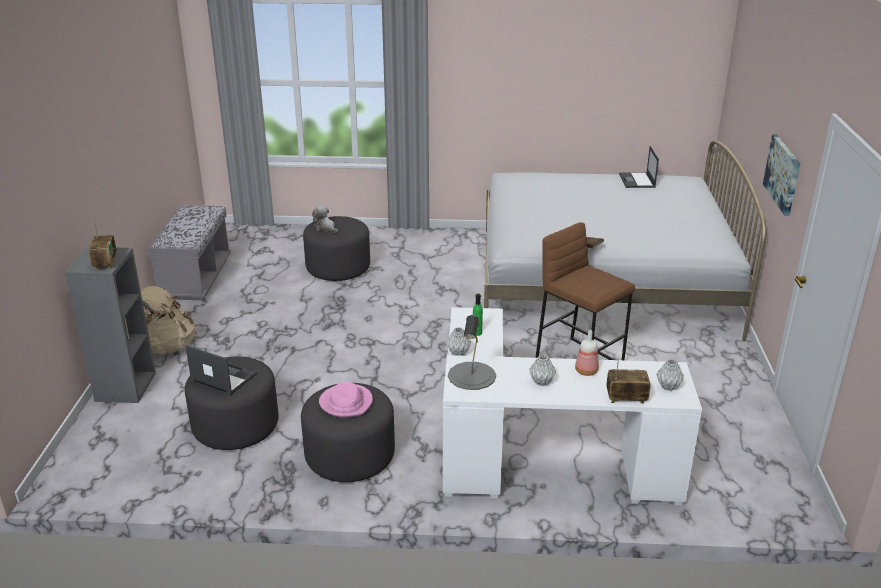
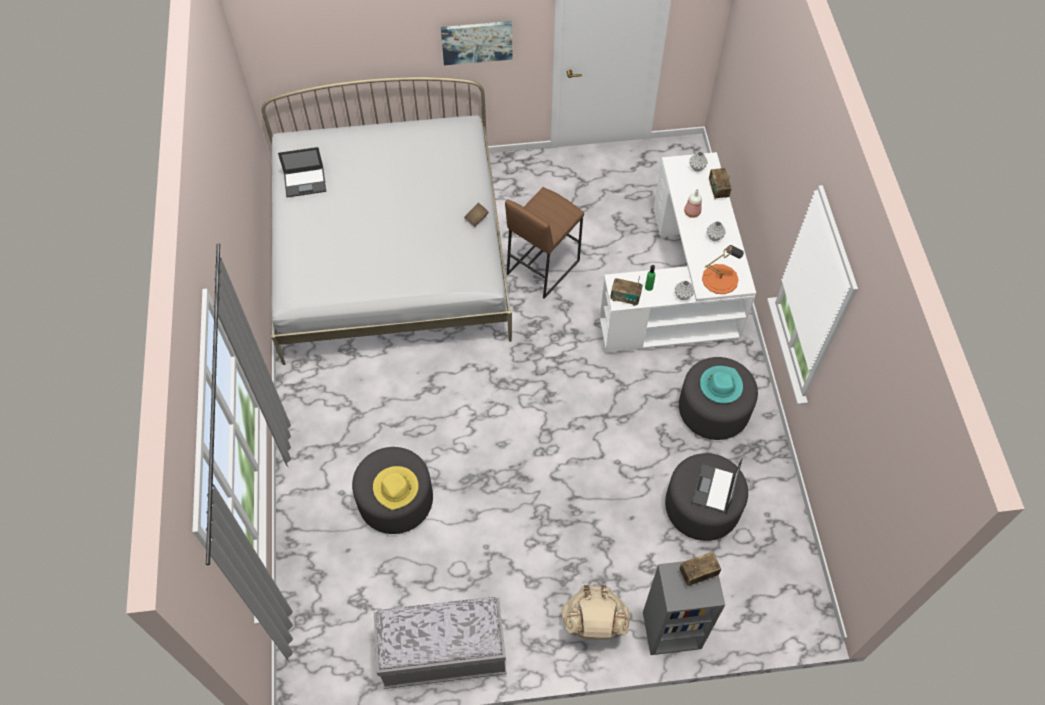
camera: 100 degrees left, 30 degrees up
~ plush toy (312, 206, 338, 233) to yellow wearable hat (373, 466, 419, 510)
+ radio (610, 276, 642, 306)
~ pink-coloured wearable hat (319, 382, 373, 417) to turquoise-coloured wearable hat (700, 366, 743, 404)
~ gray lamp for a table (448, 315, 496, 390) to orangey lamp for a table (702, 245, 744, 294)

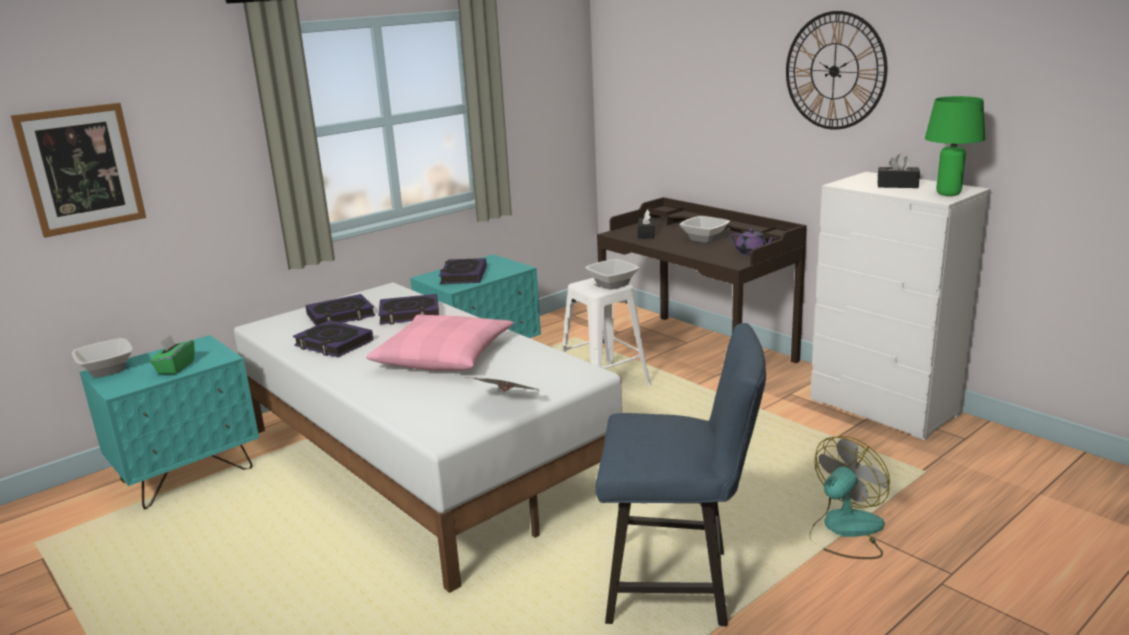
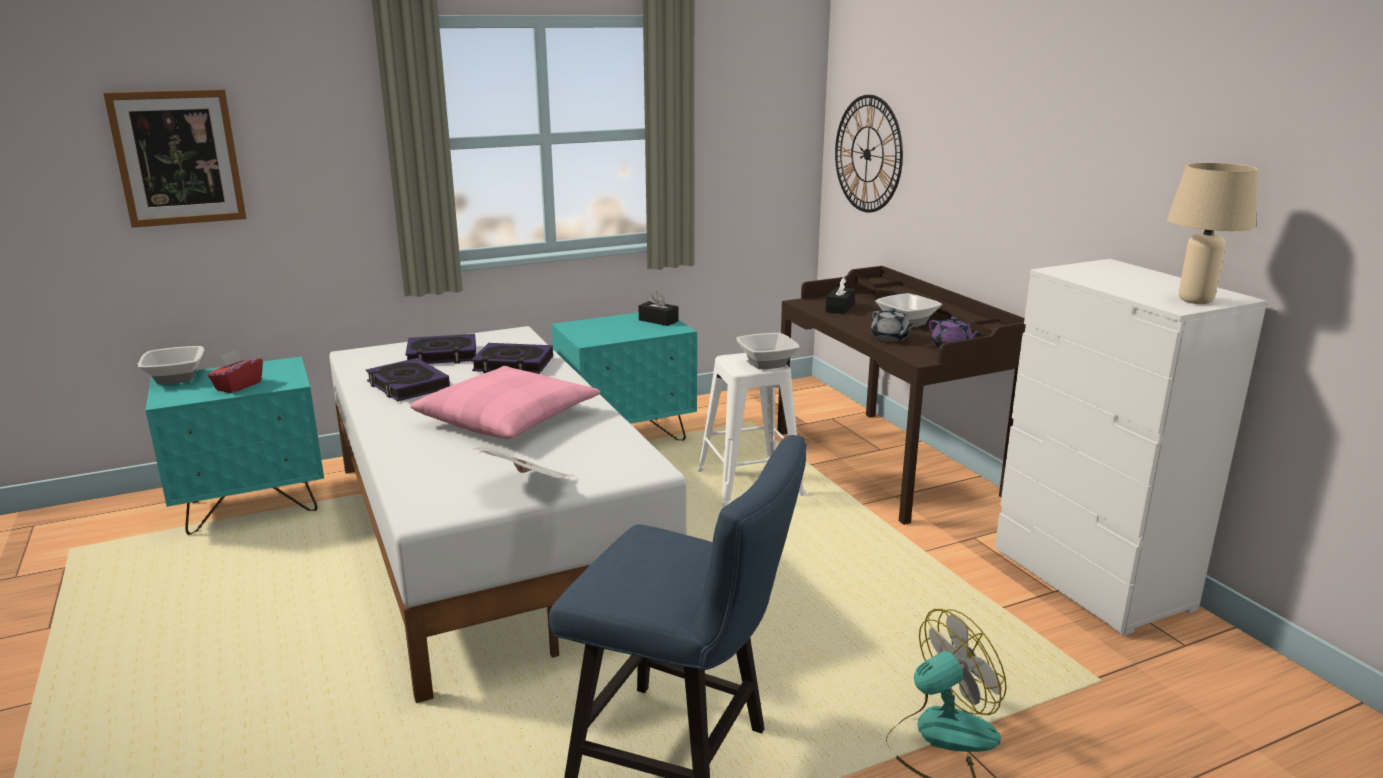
camera: 15 degrees right, 0 degrees up
~ greenish box of tissues (150, 335, 195, 374) to red-coloured box of tissues (208, 349, 263, 393)
~ black-coloured box of tissues (878, 153, 920, 188) to (639, 291, 679, 326)
~ hanging clock (786, 11, 888, 130) to (835, 95, 903, 213)
+ gray tea pot (871, 308, 914, 342)
~ greenish lamp for a table (925, 96, 985, 196) to sand-coloured lamp for a table (1167, 162, 1258, 304)
- book (439, 258, 487, 284)

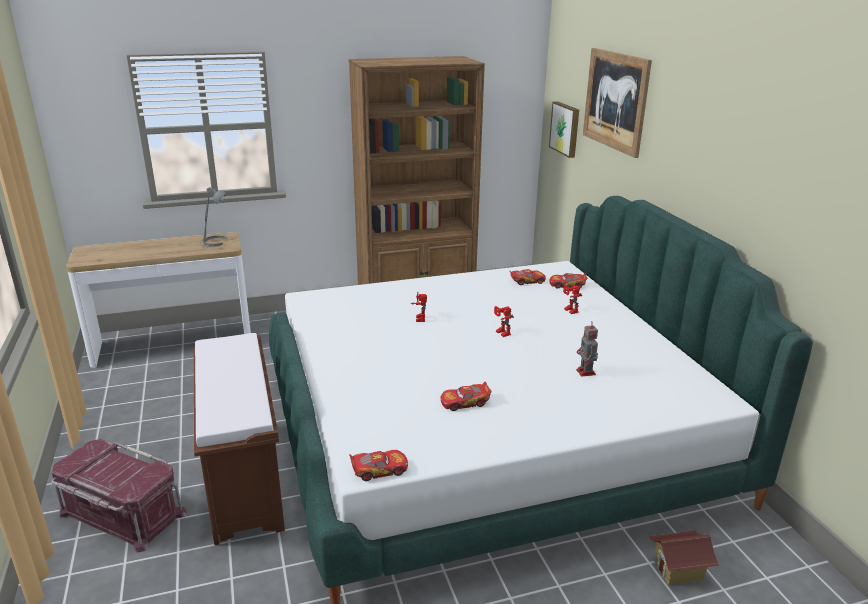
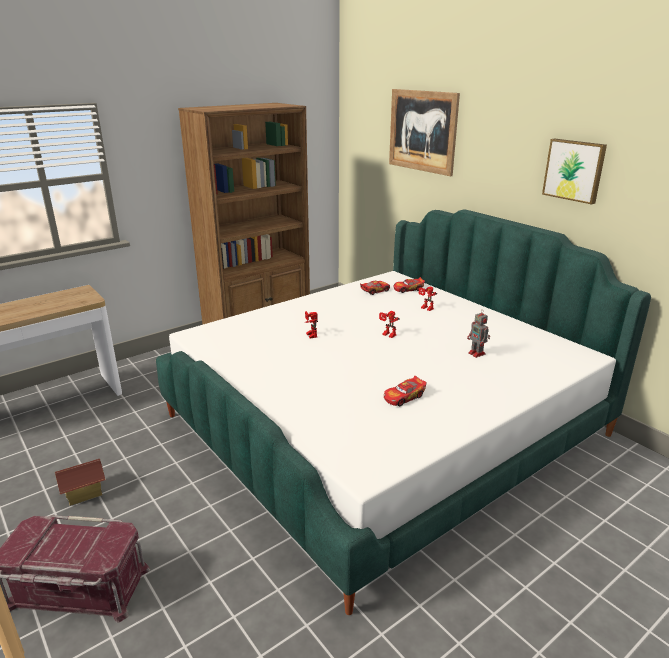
camera: 20 degrees left, 0 degrees up
~ model house (649, 531, 719, 585) to (55, 459, 106, 506)
~ wall art (549, 101, 579, 158) to (542, 139, 607, 204)
- brown bench (194, 333, 285, 545)
- gray lamp for a table (200, 187, 228, 247)
- model car (349, 450, 408, 481)

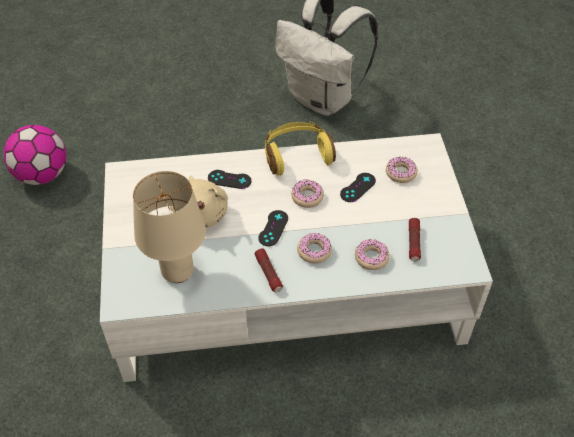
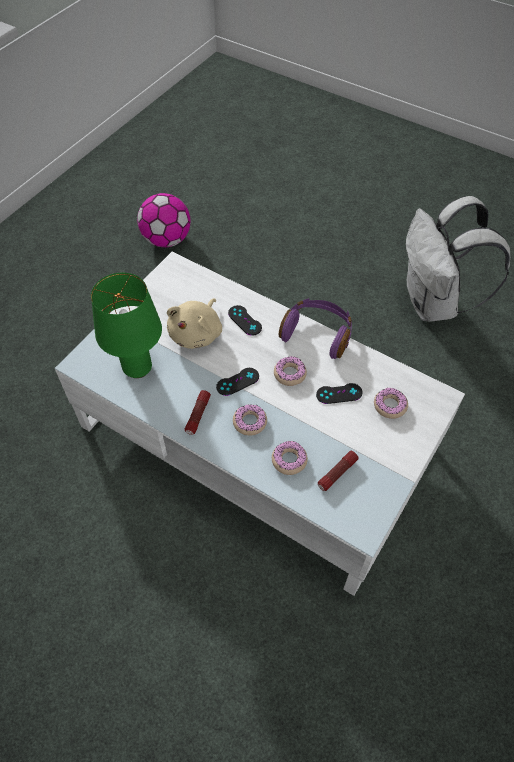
camera: 40 degrees right, 5 degrees up
~ sand-coloured lamp for a table (133, 171, 206, 283) to greenish lamp for a table (91, 273, 162, 378)
~ yellow headset (265, 122, 336, 175) to purple-coloured headset (279, 298, 352, 359)

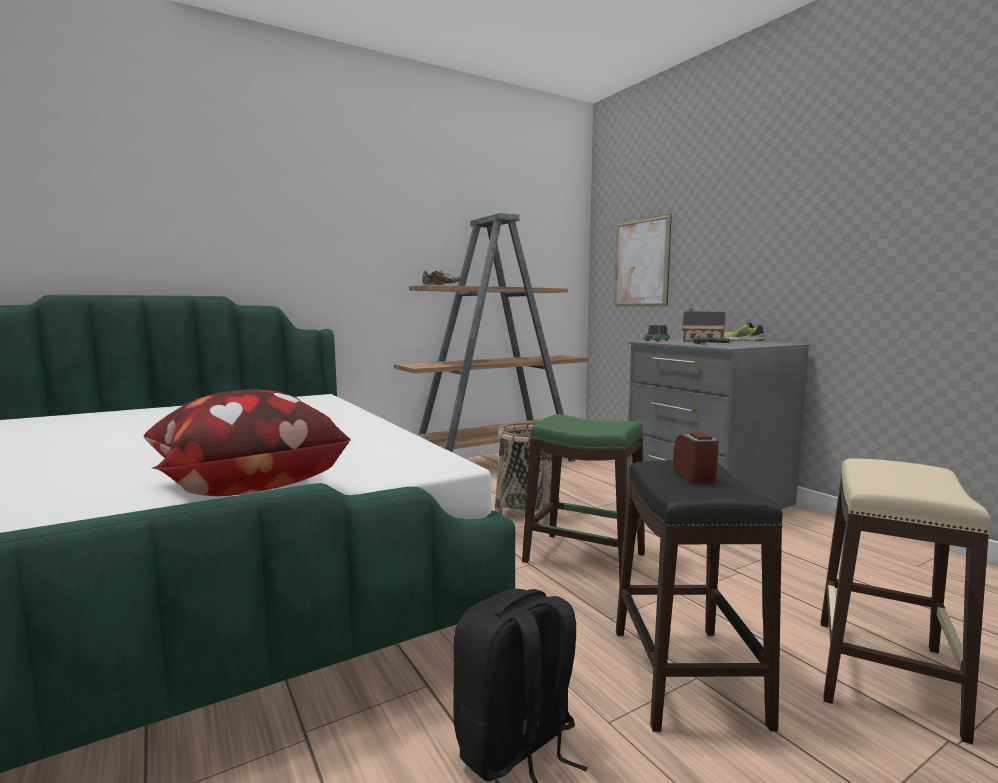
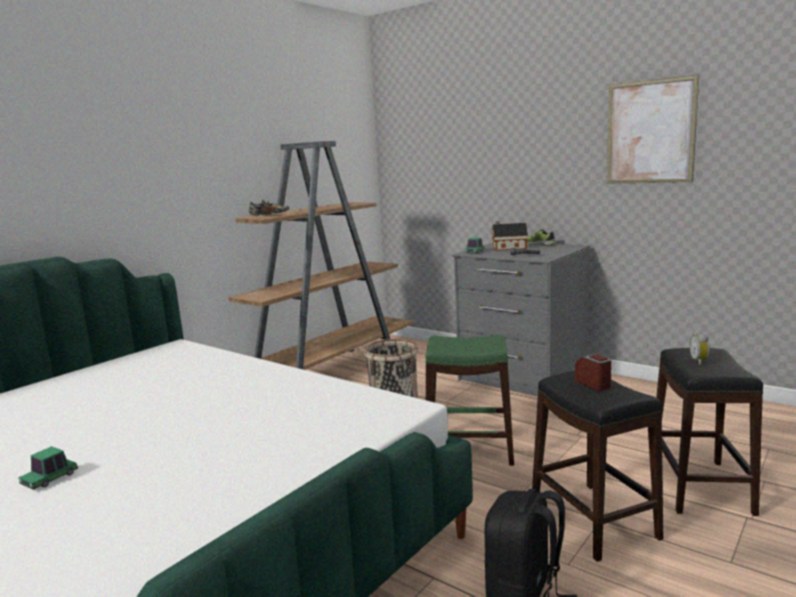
camera: 20 degrees left, 5 degrees up
+ model car (18, 446, 78, 490)
~ wall art (614, 214, 672, 307) to (607, 75, 699, 183)
~ sand-coloured stool seat (821, 458, 990, 744) to black-coloured stool seat (656, 348, 763, 516)
+ alarm clock (690, 329, 710, 365)
- pillow (143, 390, 351, 496)

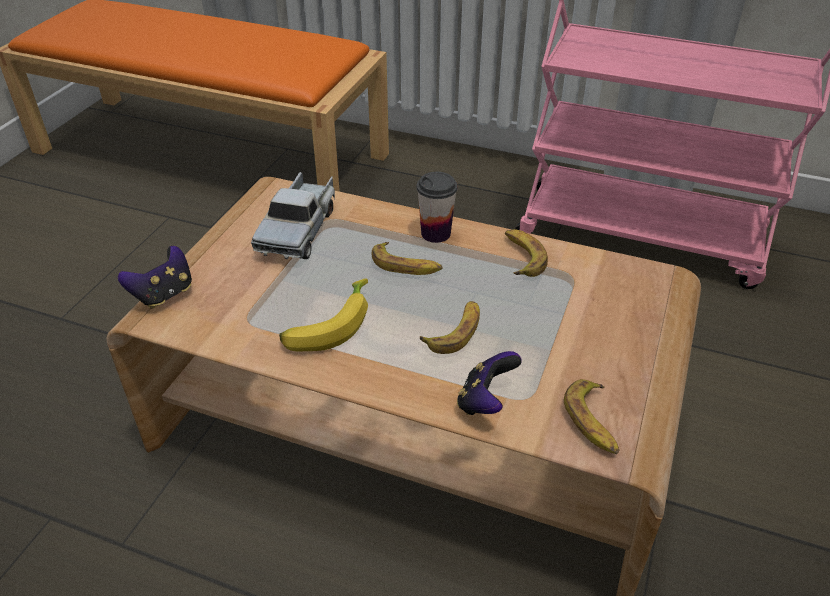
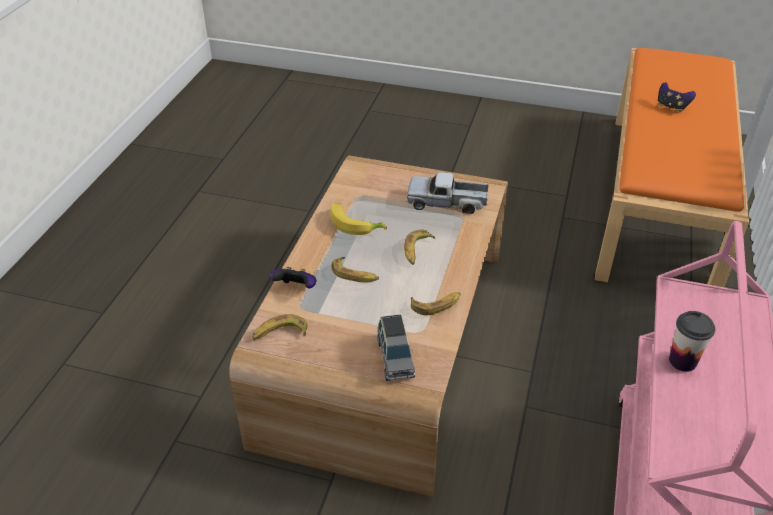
camera: 85 degrees right, 0 degrees up
+ gray model car (377, 314, 415, 381)
~ joypad (118, 246, 192, 309) to (658, 82, 696, 113)
~ cup (416, 172, 458, 243) to (669, 311, 715, 372)

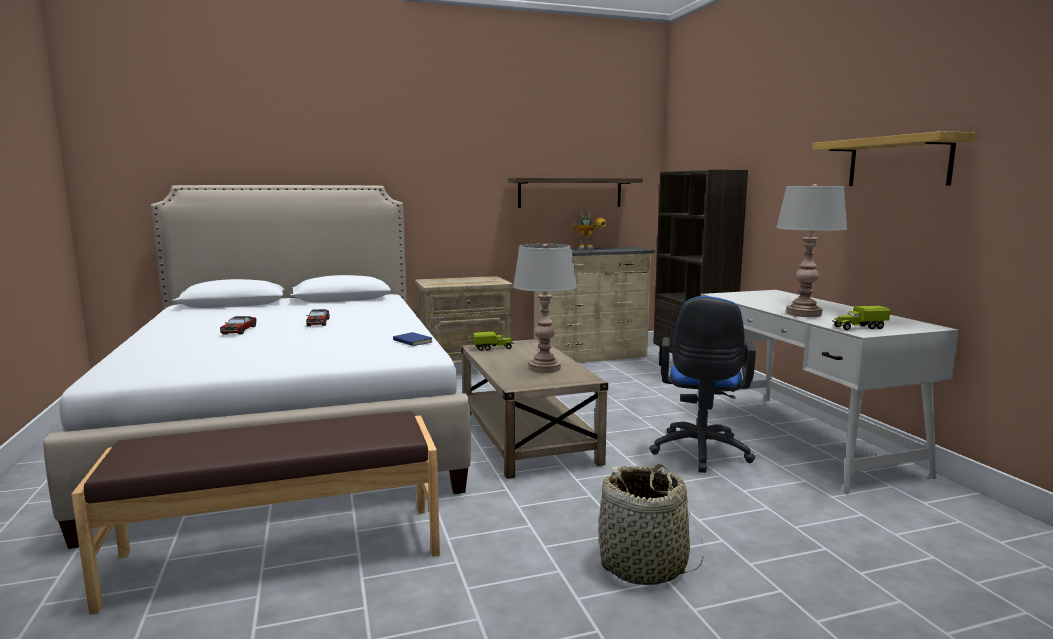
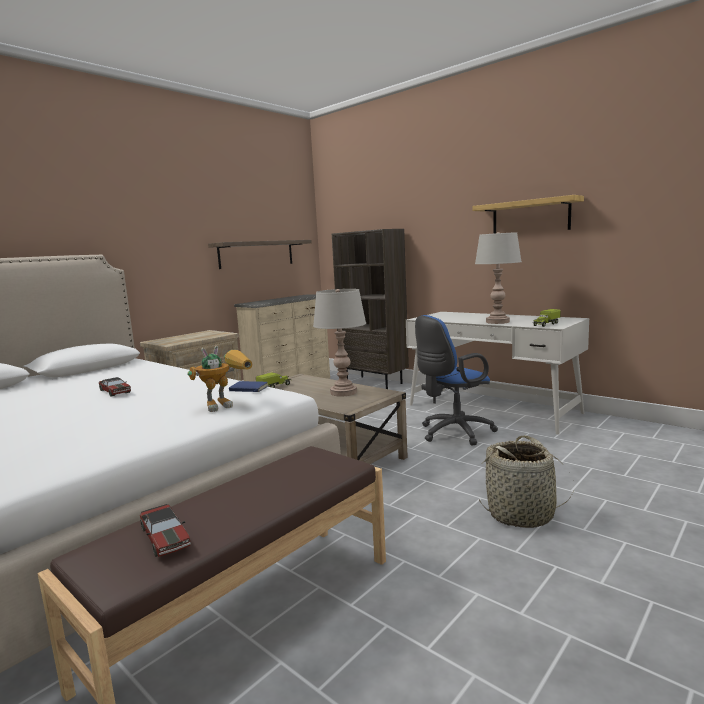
camera: 30 degrees left, 0 degrees up
~ model car (220, 316, 257, 334) to (140, 504, 191, 557)
~ toy robot (571, 213, 607, 250) to (187, 346, 252, 412)
~ blue-coloured desk chair (649, 296, 756, 473) = (415, 315, 498, 445) 75 degrees clockwise

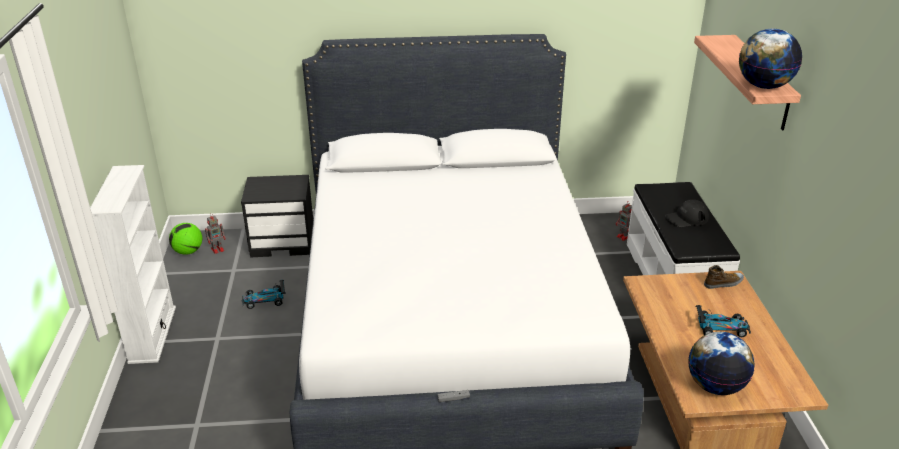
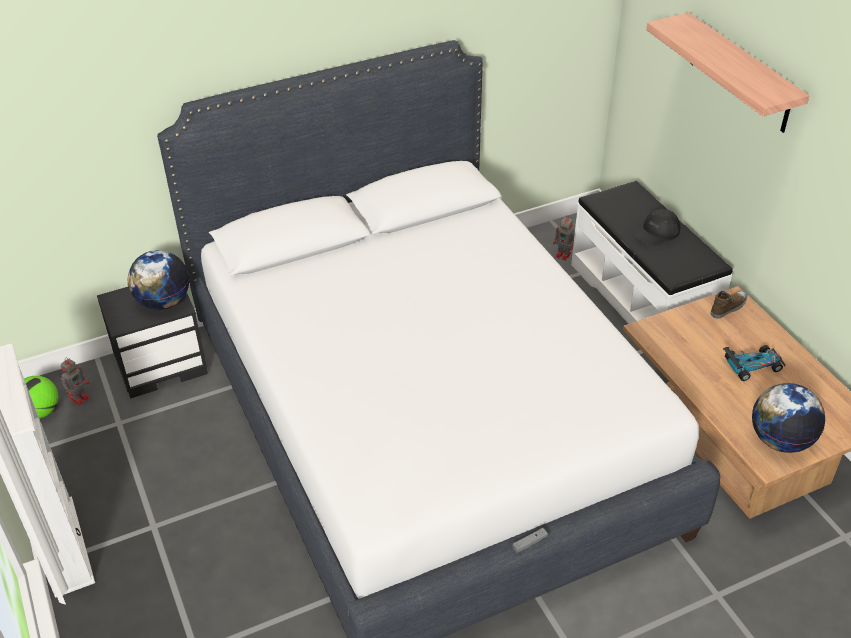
camera: 20 degrees left, 10 degrees up
~ desk globe (739, 29, 802, 89) to (128, 250, 189, 310)
- model car (242, 280, 286, 309)

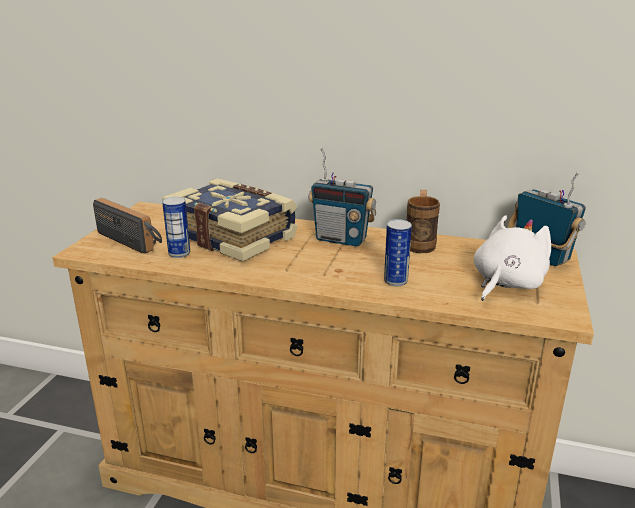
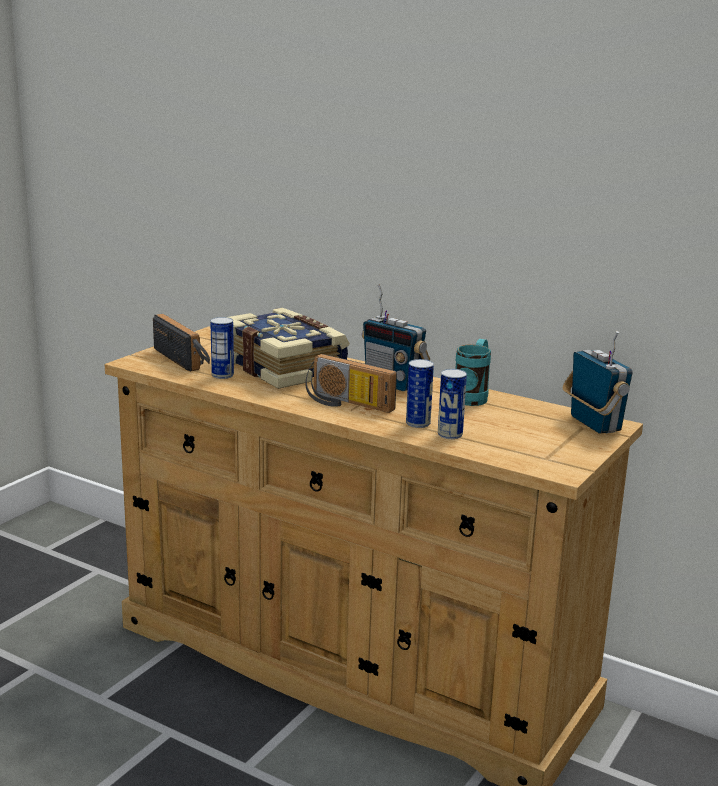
camera: 15 degrees right, 5 degrees down
+ radio (305, 354, 397, 413)
+ sealed can (438, 369, 467, 439)
~ brown tea mug (407, 190, 440, 253) to turquoise-coloured tea mug (455, 339, 491, 406)
- white-coloured plush toy (474, 215, 551, 301)

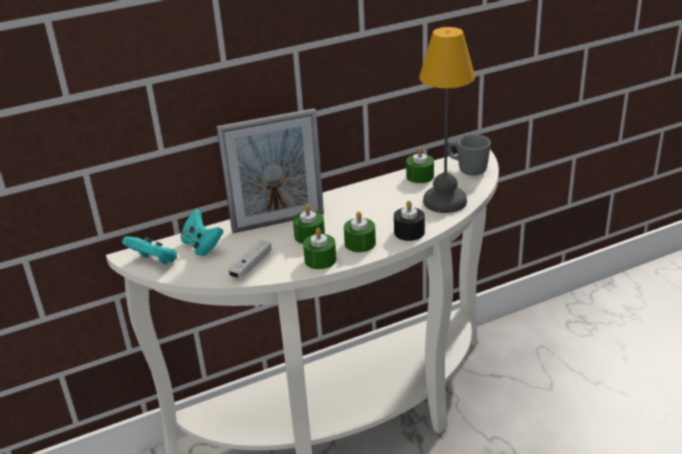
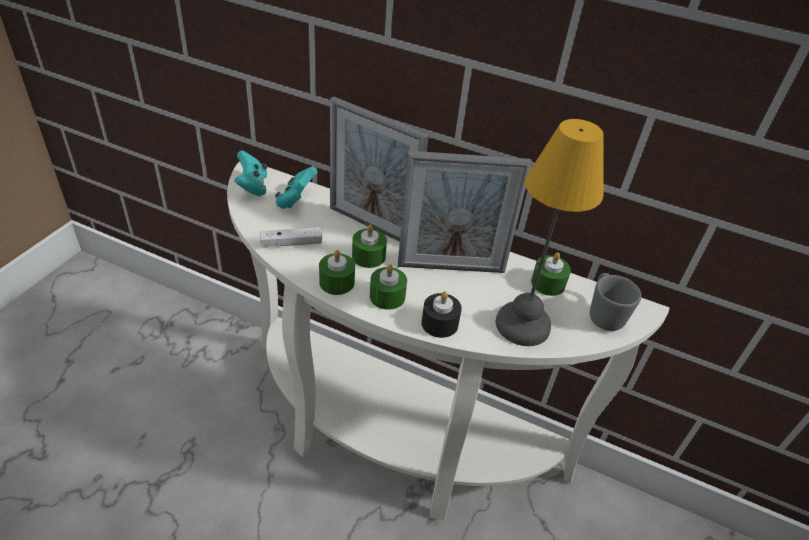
camera: 45 degrees right, 10 degrees up
+ picture frame (398, 151, 532, 273)

